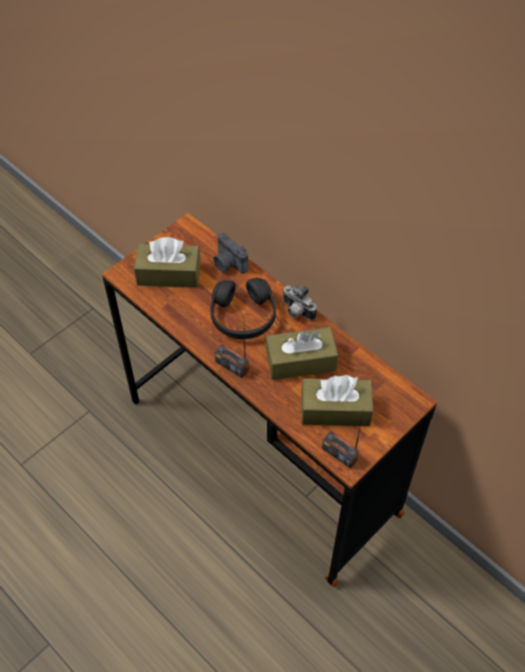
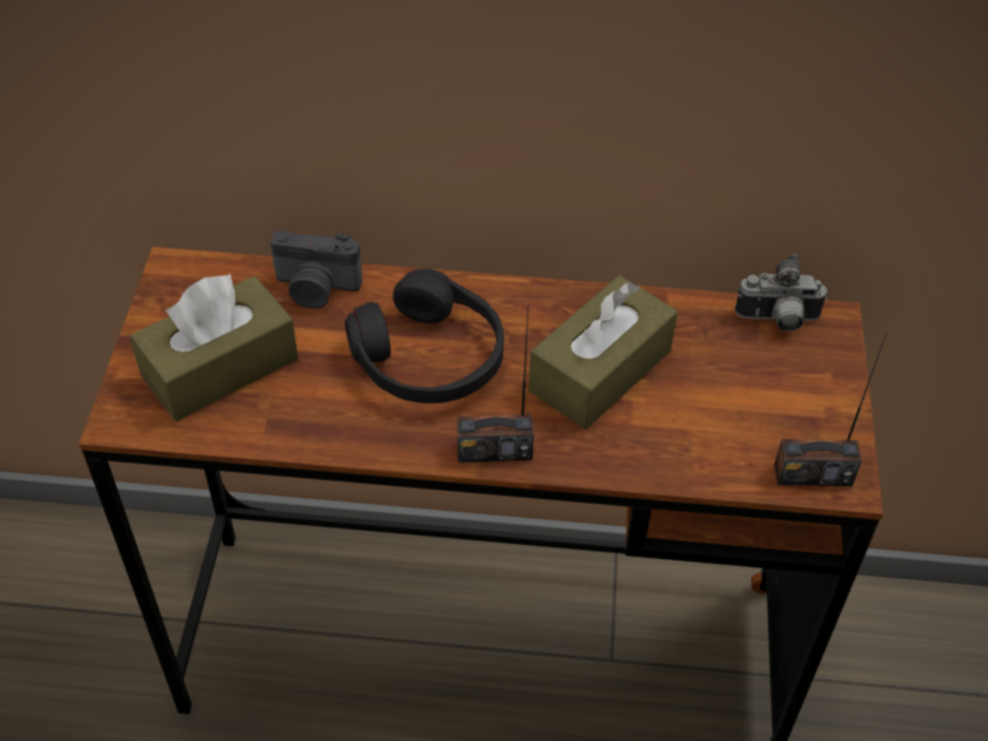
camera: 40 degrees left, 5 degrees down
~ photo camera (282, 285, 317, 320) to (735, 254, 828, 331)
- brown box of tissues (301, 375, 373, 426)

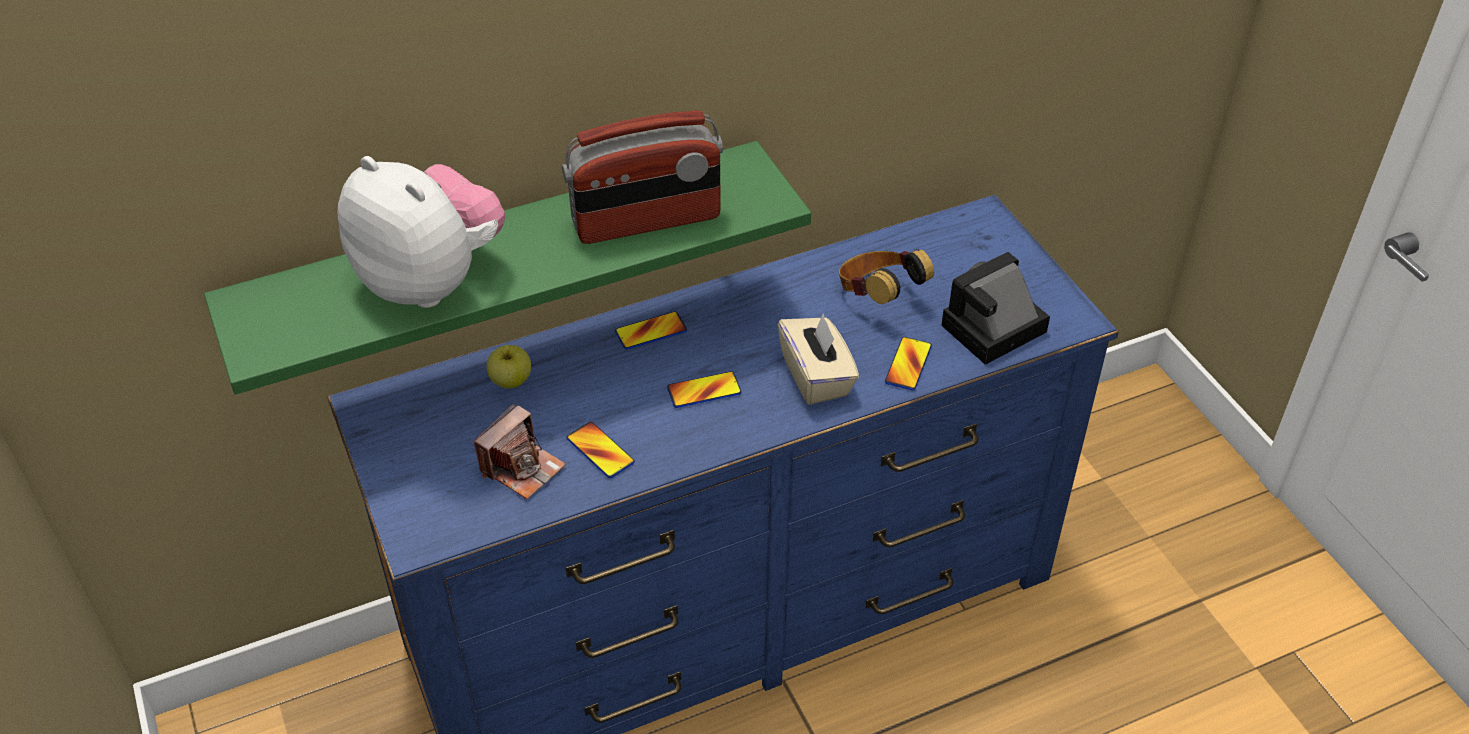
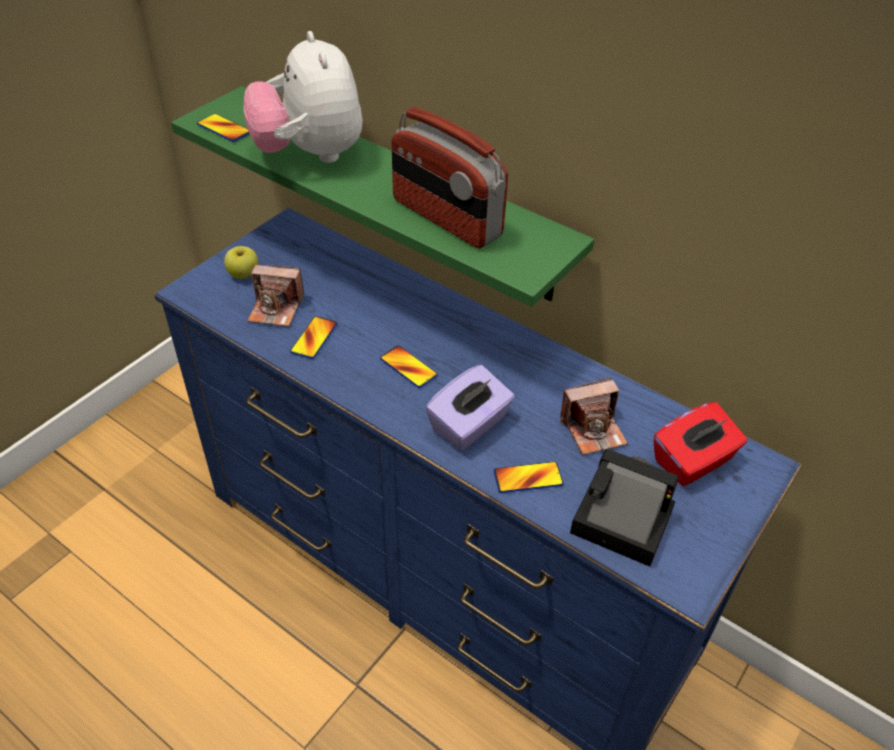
camera: 60 degrees right, 0 degrees up
~ phone (615, 311, 687, 349) to (197, 114, 250, 142)
~ apple (486, 345, 531, 388) to (224, 246, 258, 279)
~ plush toy (338, 156, 505, 308) = (244, 31, 363, 163) 150 degrees clockwise
~ sand-coloured box of tissues (778, 313, 859, 405) to purple-coloured box of tissues (425, 365, 515, 451)
~ headset (839, 249, 934, 304) to photo camera (560, 377, 628, 455)
+ red-coloured box of tissues (654, 402, 747, 486)

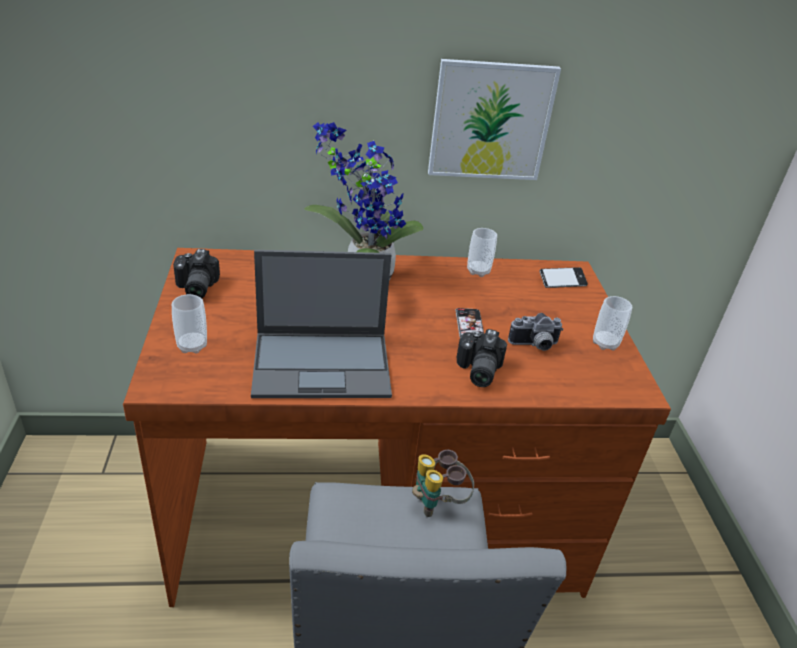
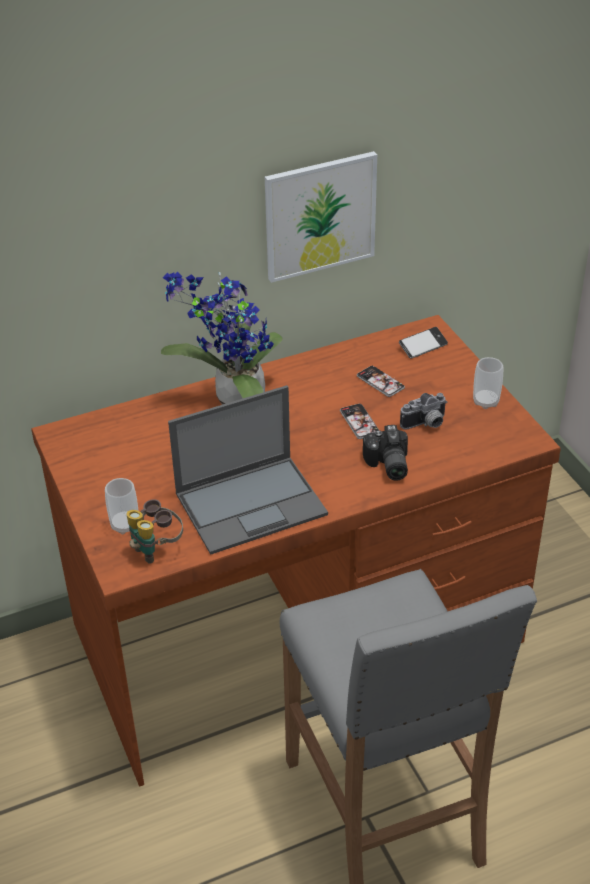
camera: 15 degrees left, 5 degrees up
~ pair of binoculars (412, 450, 474, 517) to (127, 499, 183, 564)
+ phone (357, 366, 405, 397)
- photo camera (173, 249, 220, 298)
- cup (467, 228, 497, 277)

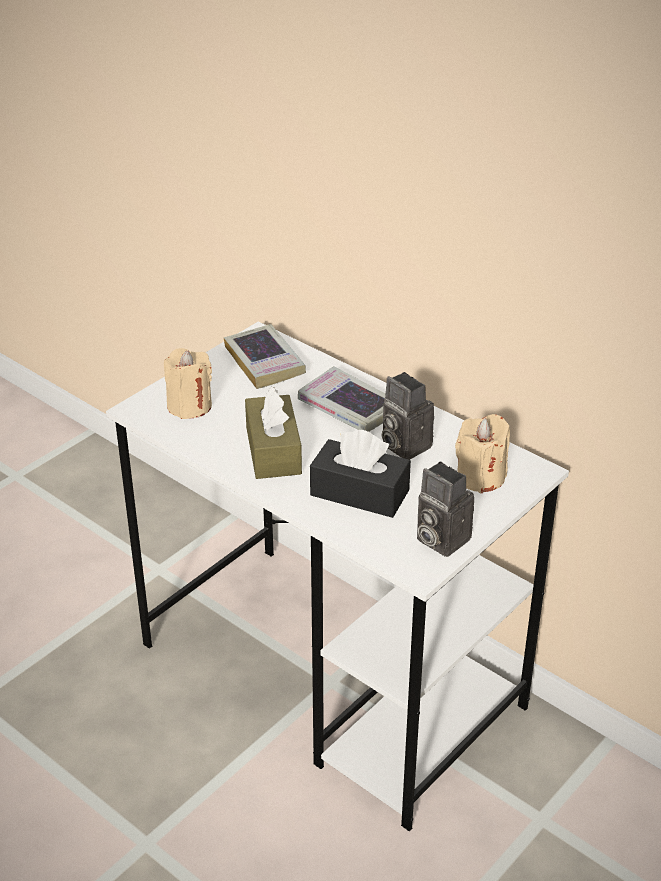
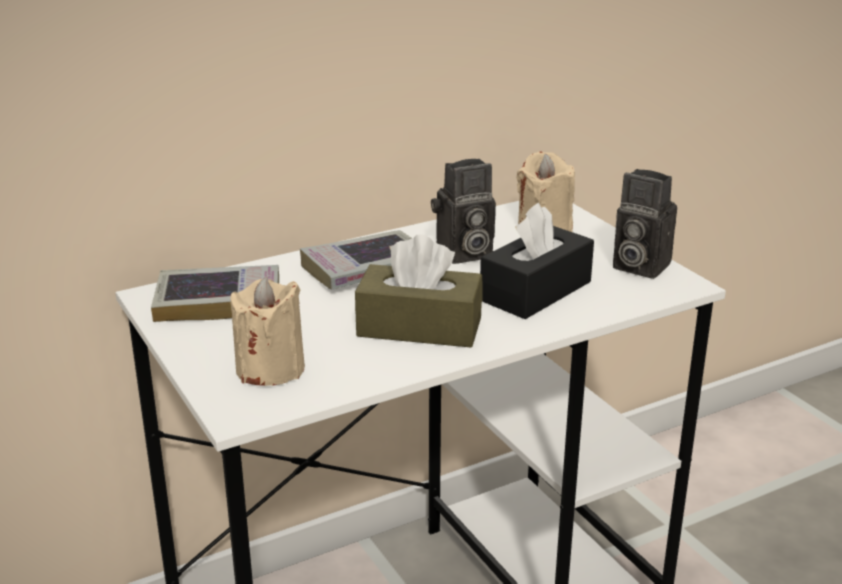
camera: 70 degrees left, 10 degrees down
~ photo camera (417, 461, 474, 557) = (613, 169, 677, 279) 60 degrees clockwise

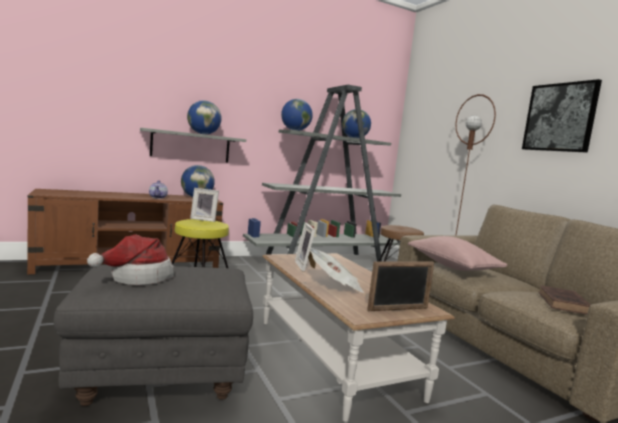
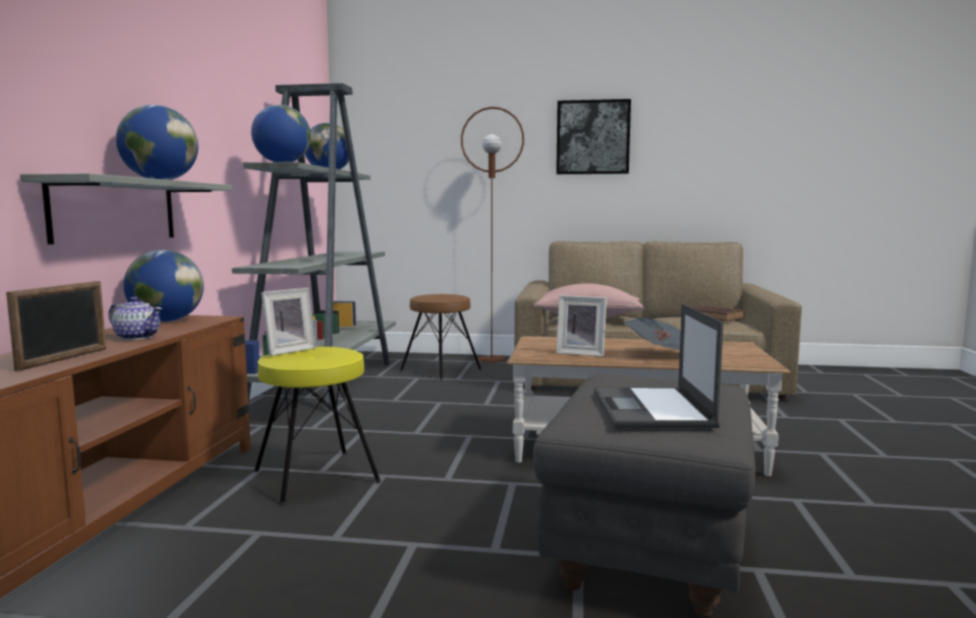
camera: 55 degrees left, 0 degrees up
~ picture frame (367, 261, 434, 311) to (6, 281, 106, 371)
~ wearable hat (87, 234, 174, 285) to notebook computer (594, 304, 723, 428)

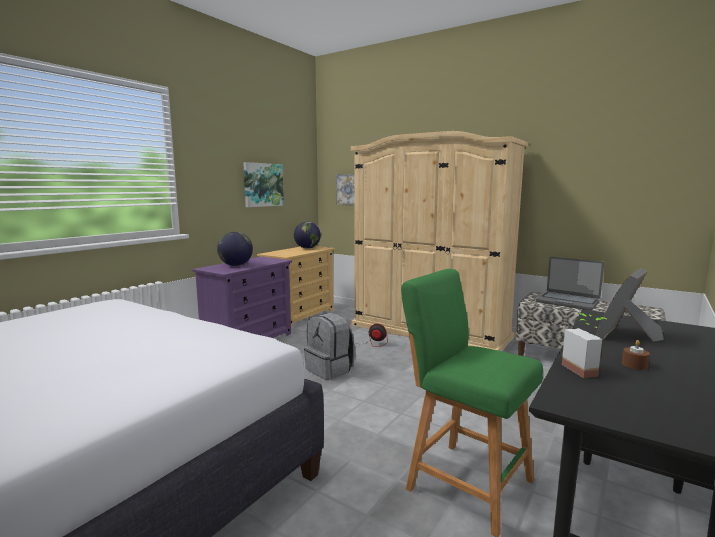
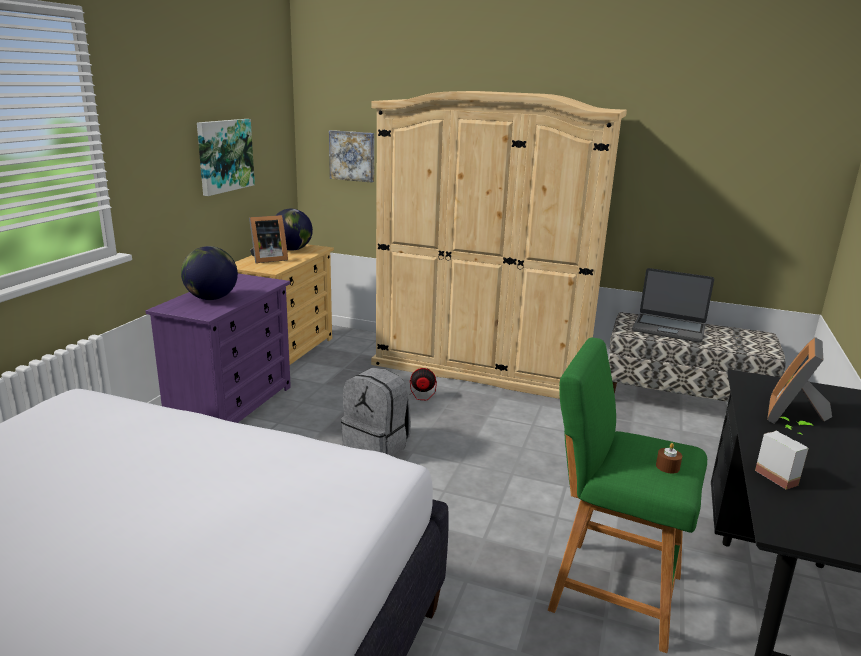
camera: 15 degrees left, 10 degrees up
+ picture frame (249, 215, 288, 263)
~ brown wax candle (622, 340, 650, 370) to (656, 443, 682, 474)

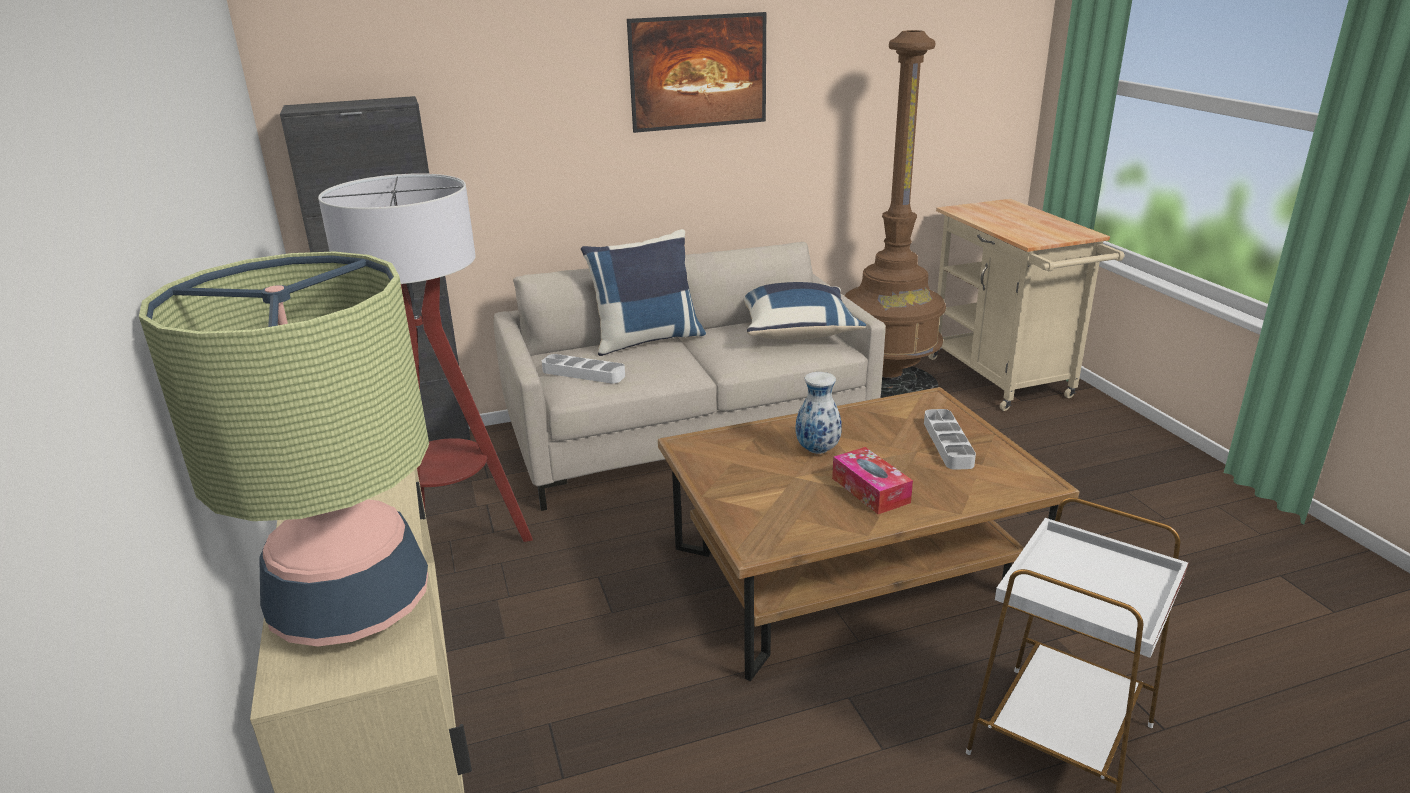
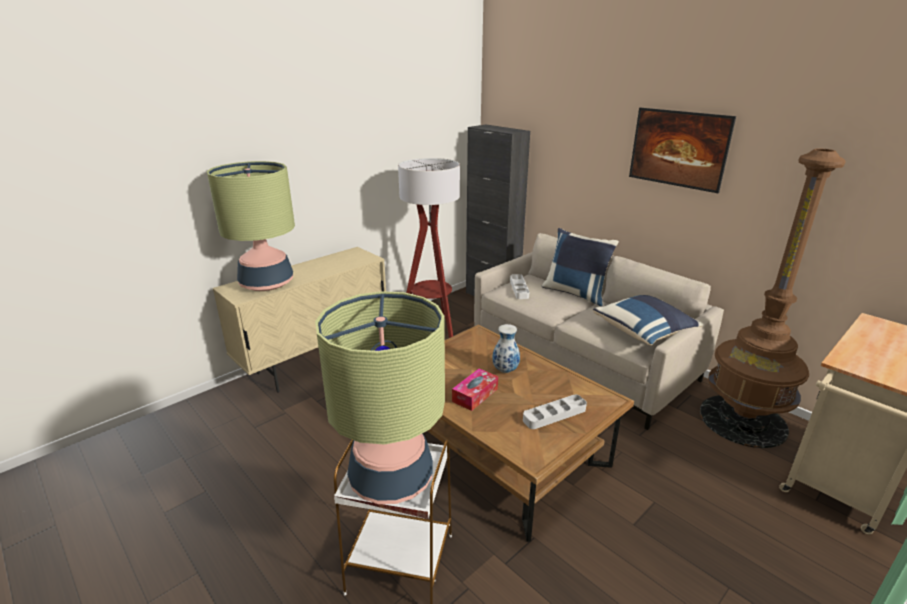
camera: 65 degrees right, 0 degrees up
+ lamp for a table (315, 291, 445, 504)

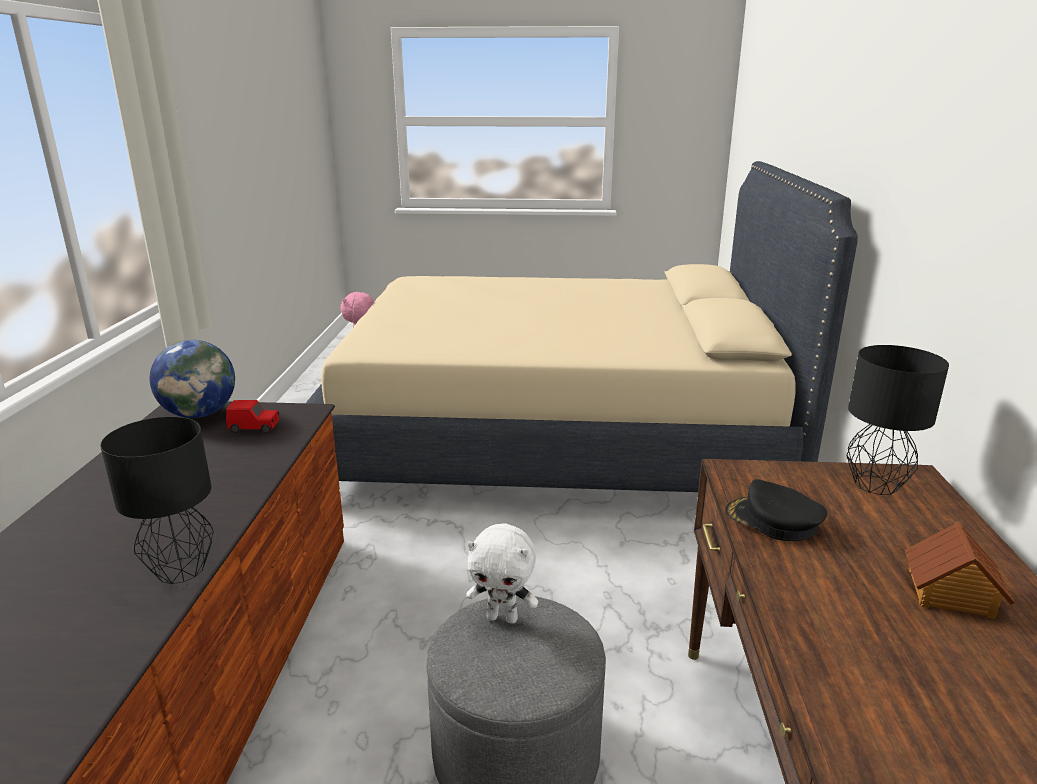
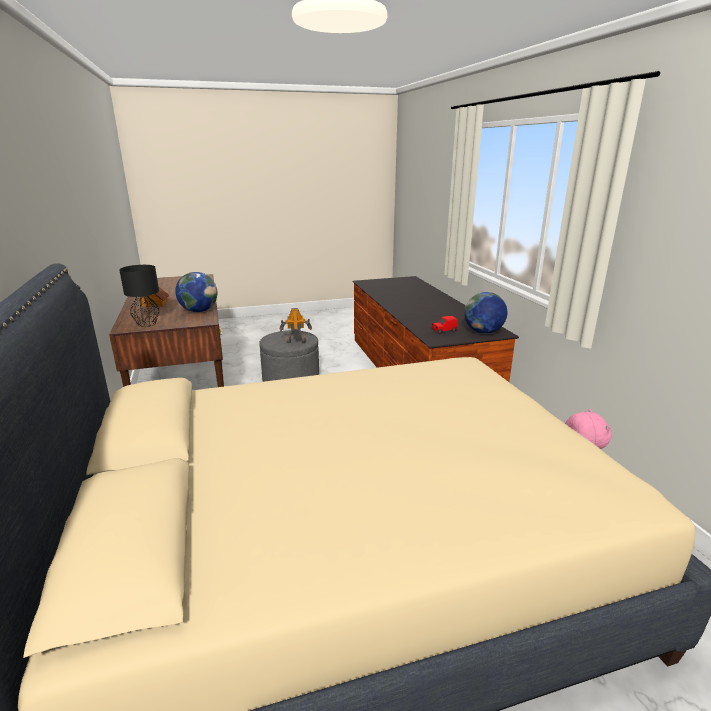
camera: 160 degrees right, 0 degrees up
~ black-coloured baseball cap (725, 479, 827, 541) to desk globe (175, 272, 217, 312)
~ white-coloured plush toy (466, 524, 538, 624) to toy robot (280, 308, 312, 343)
- black-coloured lamp for a table (100, 417, 214, 584)

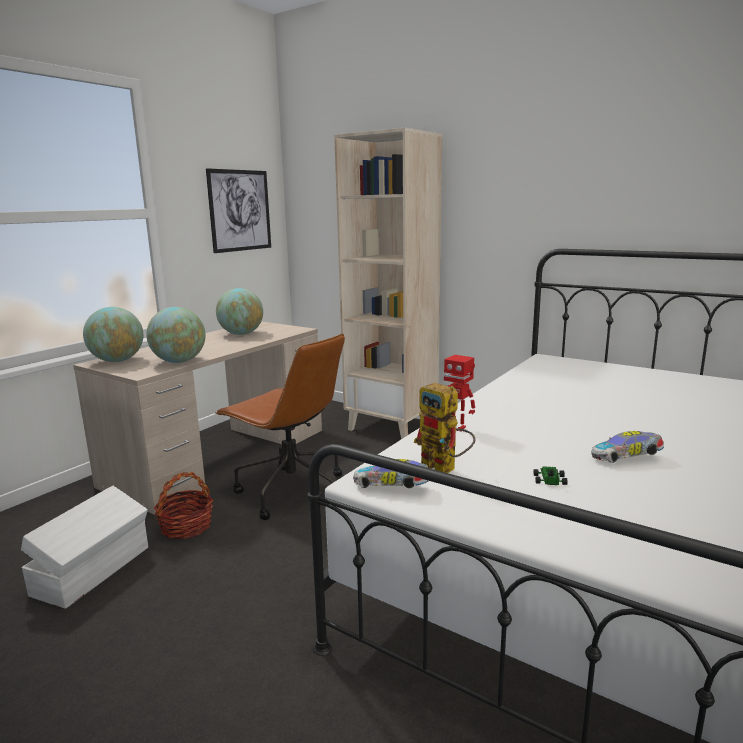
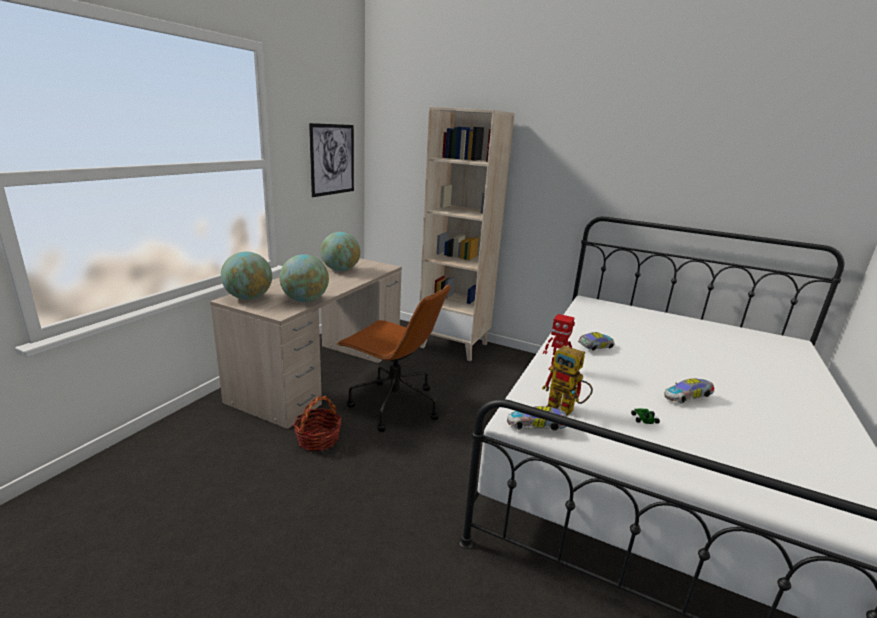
camera: 10 degrees left, 5 degrees up
+ model car (578, 332, 614, 351)
- white-coloured storage box (21, 486, 148, 609)

